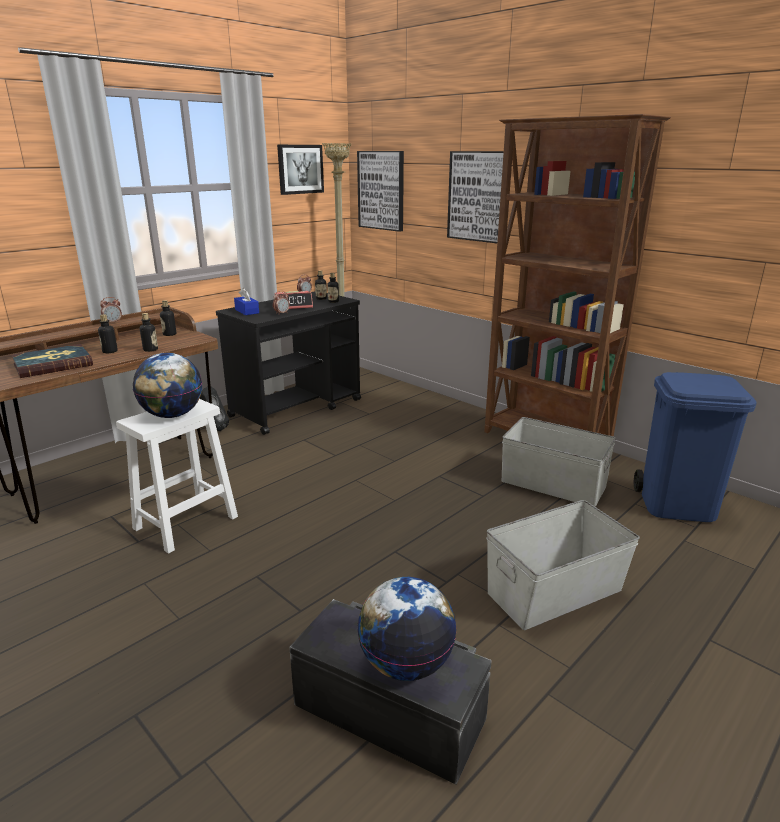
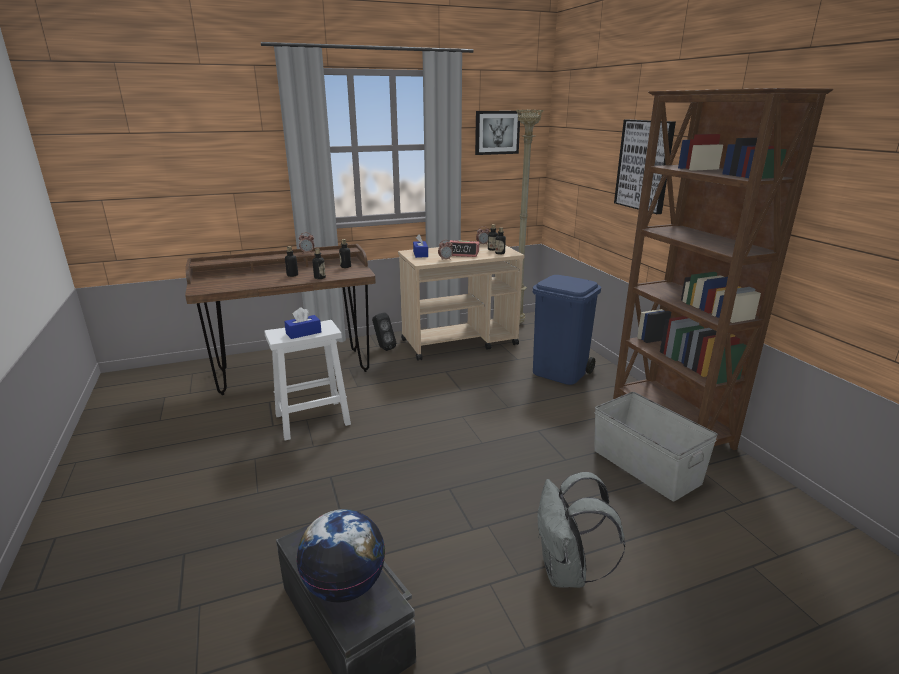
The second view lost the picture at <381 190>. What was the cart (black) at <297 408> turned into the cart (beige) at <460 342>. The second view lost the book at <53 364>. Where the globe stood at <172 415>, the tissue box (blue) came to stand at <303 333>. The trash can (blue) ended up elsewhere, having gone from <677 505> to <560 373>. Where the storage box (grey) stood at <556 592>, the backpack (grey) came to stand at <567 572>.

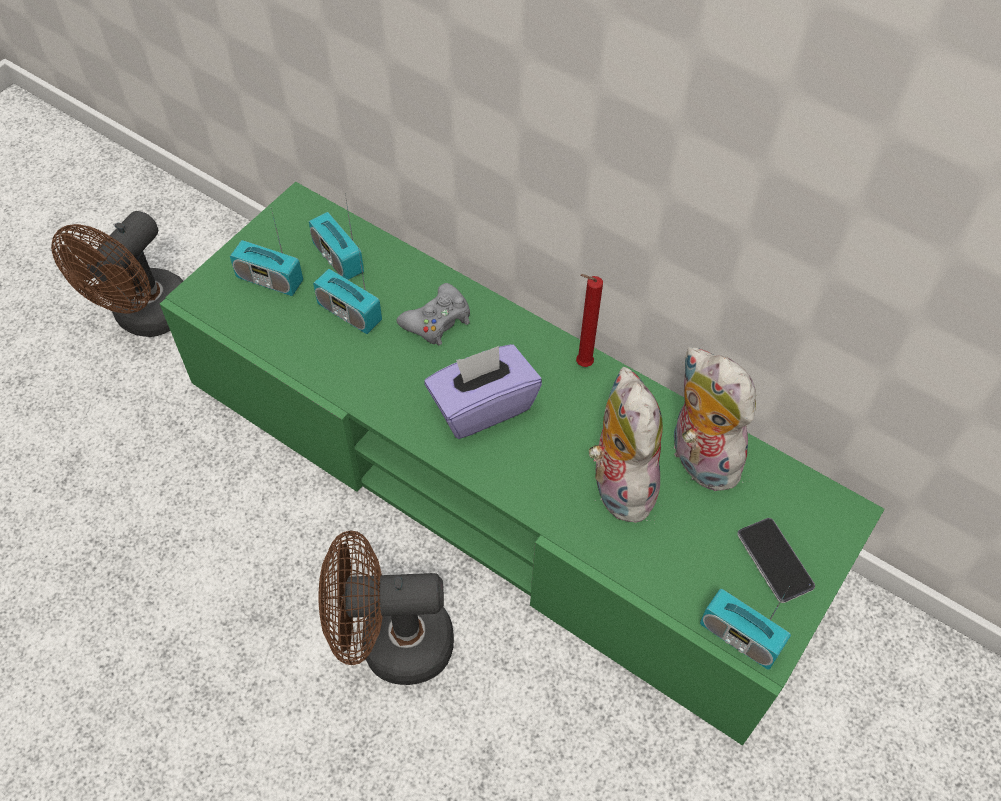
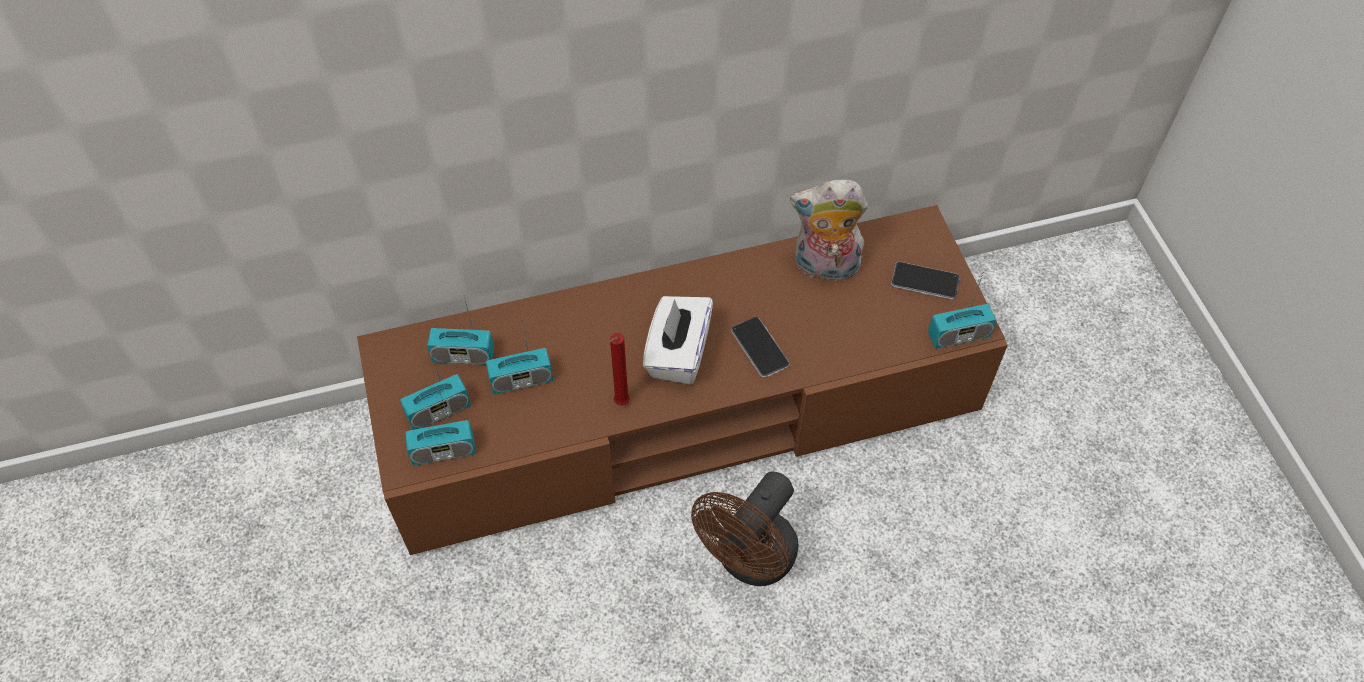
What was the tv stand (green) at <499 478> turned into the tv stand (brown) at <682 409>. The second view lost the fan (brown) at <145 318>. The candle (red) ended up elsewhere, having gone from <581 364> to <620 404>. The second view lost the game controller (grey) at <437 321>. What was the tissue box (purple) at <482 406> turned into the tissue box (white) at <677 354>. The second view lost the plush toy at <618 484>. The second view gained the phone at <760 347>. The second view gained the radio at <443 451>.

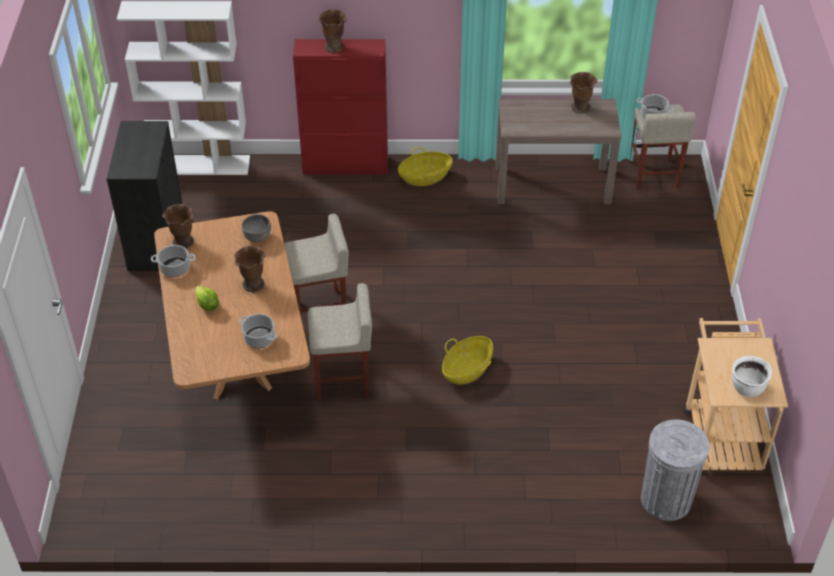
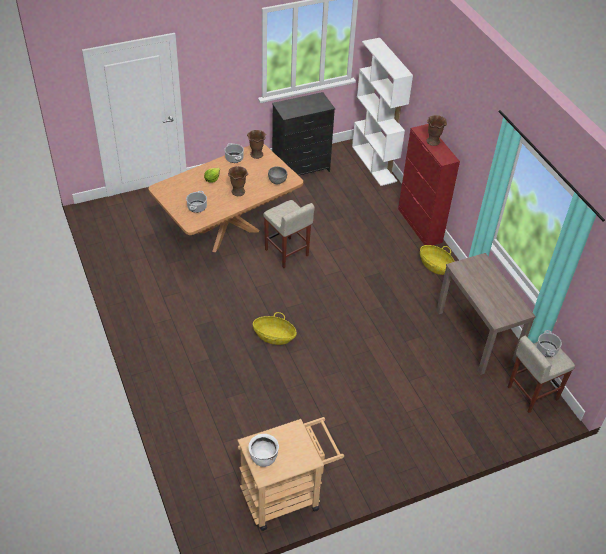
The second view lost the vase (brown) at <580 107>. The second view lost the stool (beige) at <343 379>. The second view lost the trash can (grey) at <665 499>.

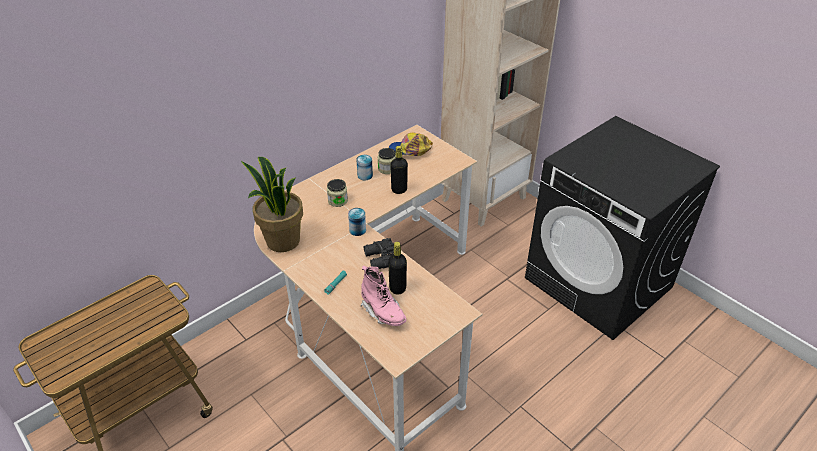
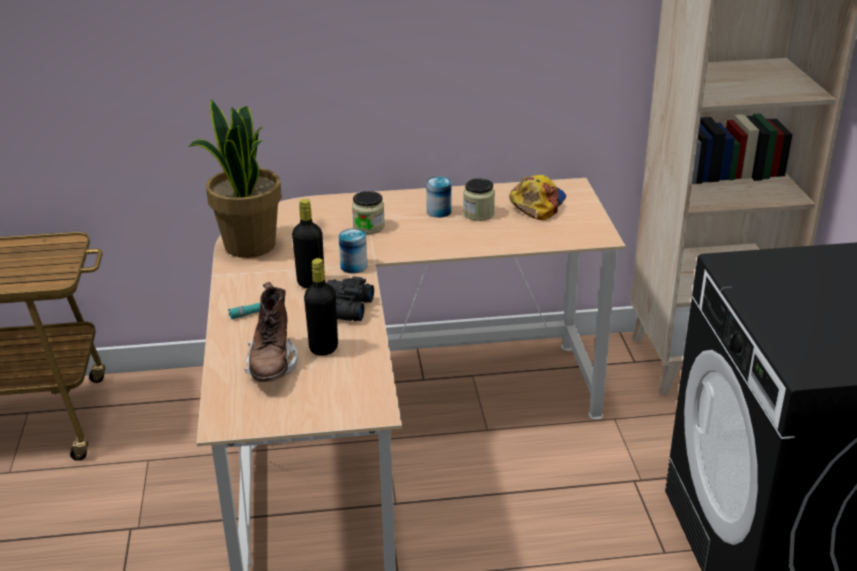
The cap at <409 150> ended up facing another way, 75 degrees clockwise from before. The bottle (black) ended up elsewhere, having gone from <399 190> to <311 283>. What was the boot (pink) at <383 312> turned into the boot (brown) at <272 365>.

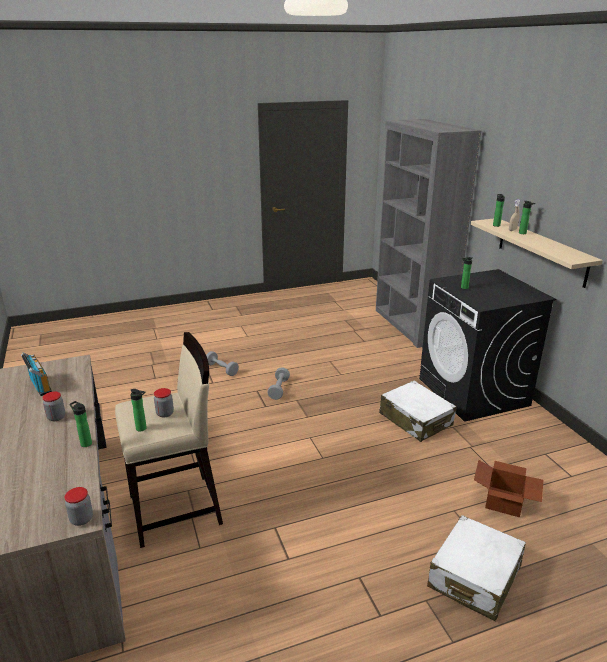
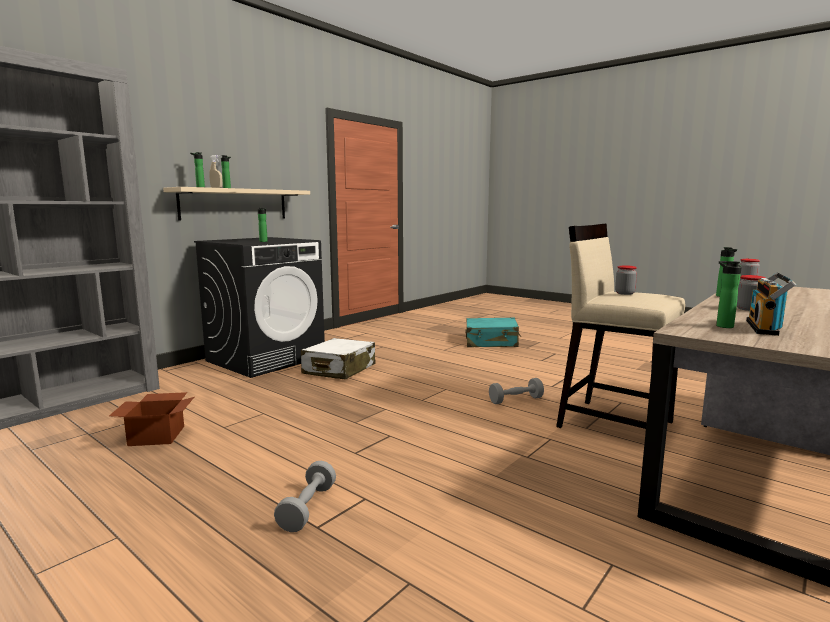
The dumbbell (grey) ended up elsewhere, having gone from <279 389> to <516 400>. The bottle ended up elsewhere, having gone from <142 429> to <723 326>. The cardboard box ended up elsewhere, having gone from <505 502> to <158 435>. What was the suitcase (white) at <474 577> turned into the suitcase (turquoise) at <491 342>.

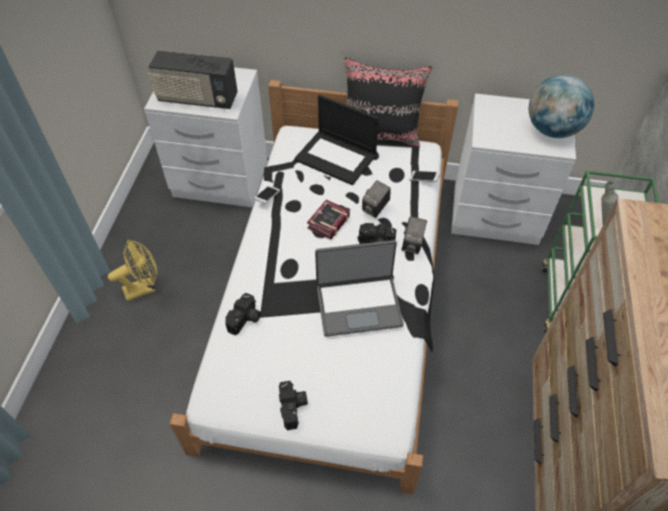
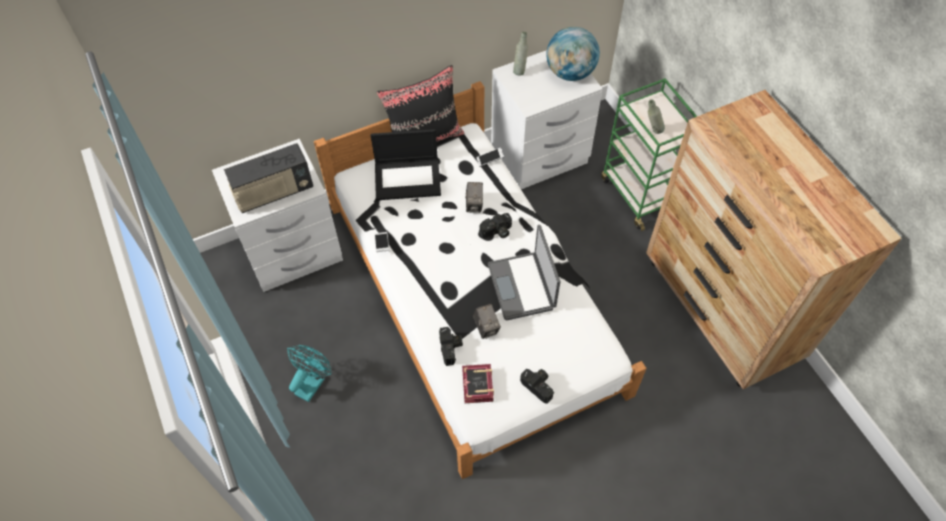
The book ended up elsewhere, having gone from <326 223> to <476 387>. The photo camera ended up elsewhere, having gone from <412 244> to <486 327>. What was the fan (yellow) at <144 288> turned into the fan (turquoise) at <312 382>. The laptop at <358 305> ended up facing another way, 120 degrees clockwise from before. The second view gained the bottle (grey) at <520 70>.

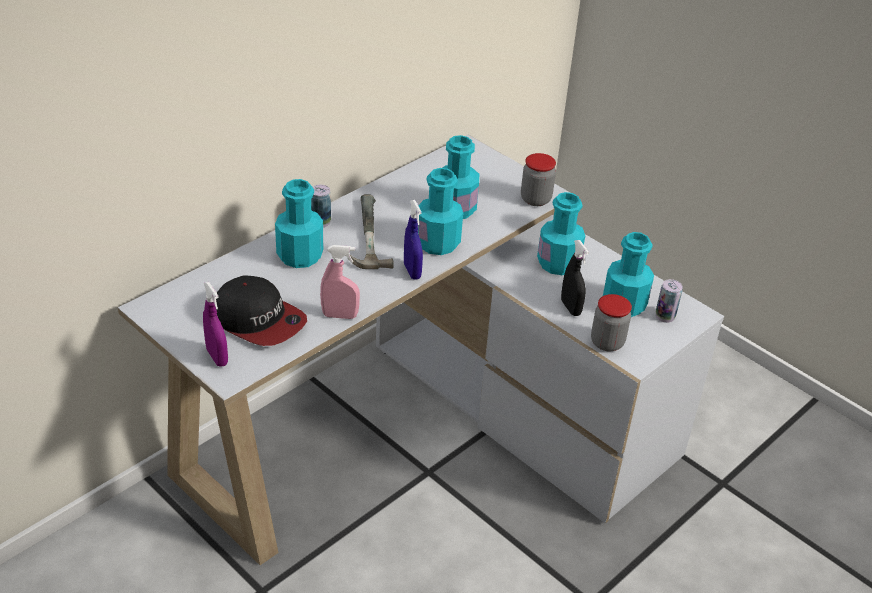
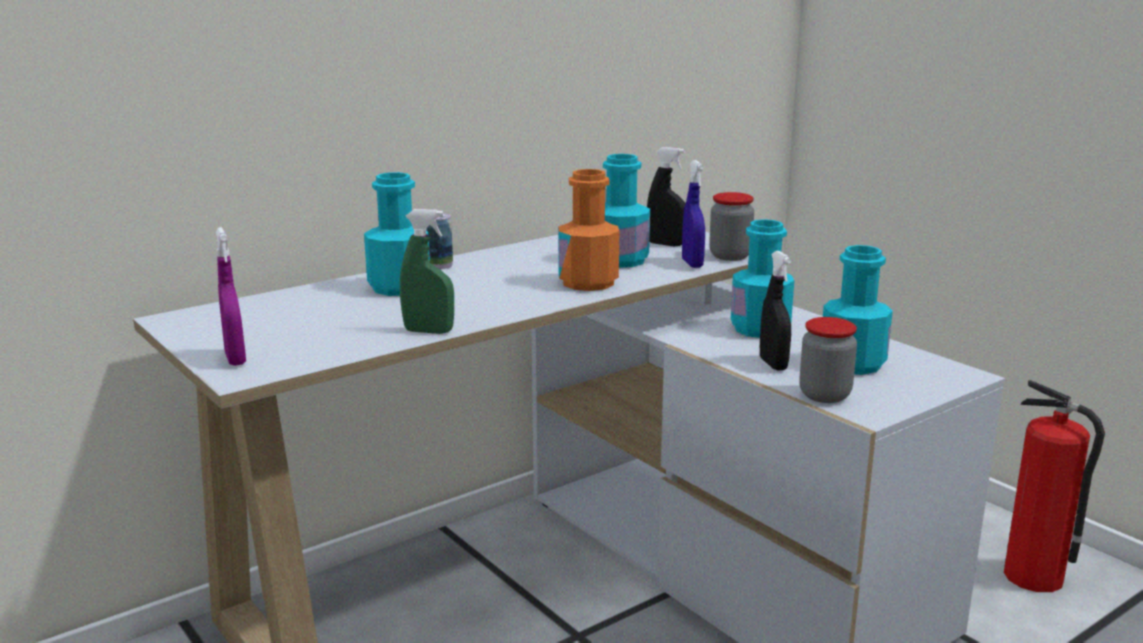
What was the bottle (turquoise) at <437 243> turned into the bottle (orange) at <588 282>. The second view lost the hammer at <363 235>. The spray bottle (blue) ended up elsewhere, having gone from <412 271> to <692 264>. What was the spray bottle (pink) at <340 315> turned into the spray bottle (green) at <428 331>. The second view lost the cap at <258 320>. The second view lost the can at <665 316>. The second view gained the spray bottle (black) at <666 244>. The second view gained the fire extinguisher at <1035 577>.

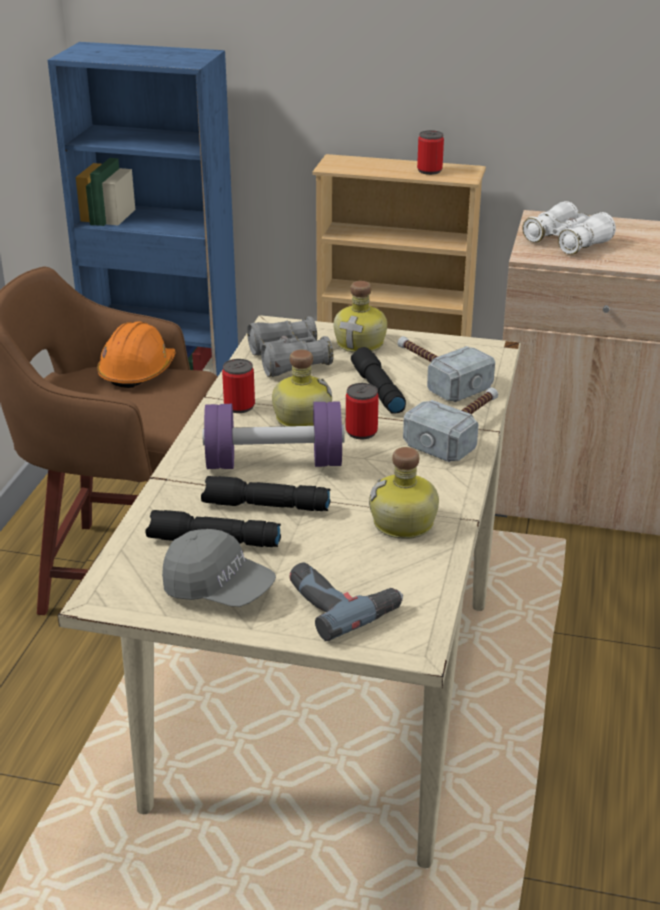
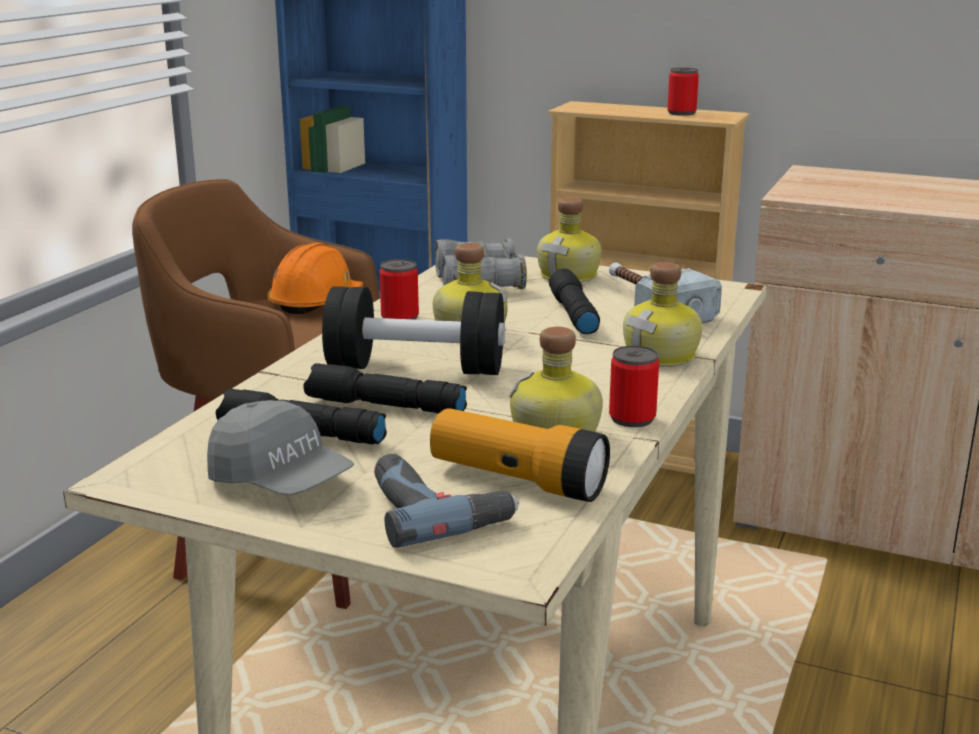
The second view lost the binoculars (white) at <567 242>. The can ended up elsewhere, having gone from <361 432> to <632 418>. Where the hammer stood at <460 432>, the bottle came to stand at <663 356>. What was the dumbbell (purple) at <274 462> turned into the dumbbell (black) at <416 368>. The second view gained the flashlight at <517 480>.

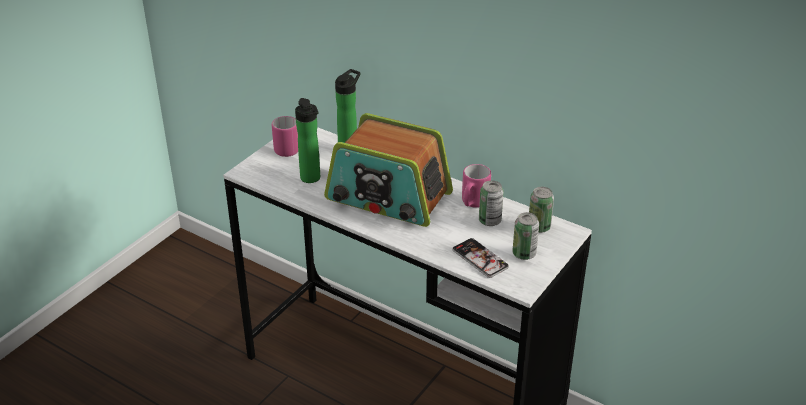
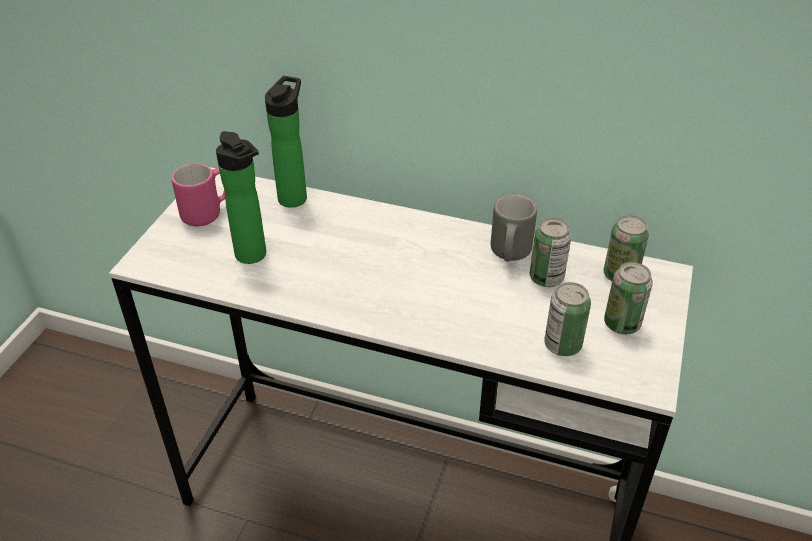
The second view lost the radio at <388 197>. What was the mug (pink) at <473 203> turned into the mug (grey) at <509 254>. Where the phone stood at <480 258>, the can came to stand at <562 345>.

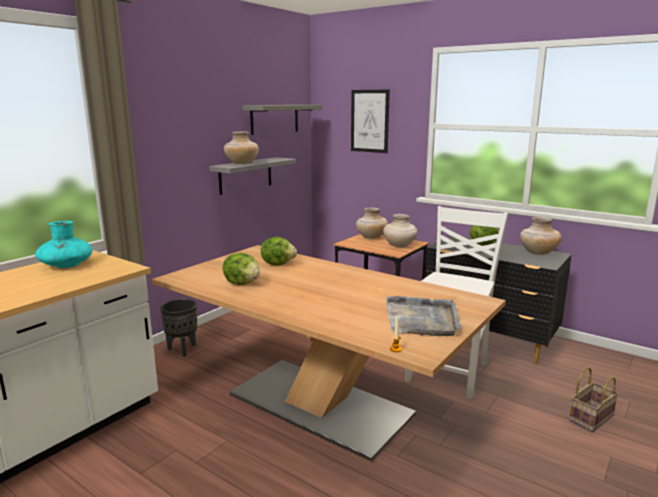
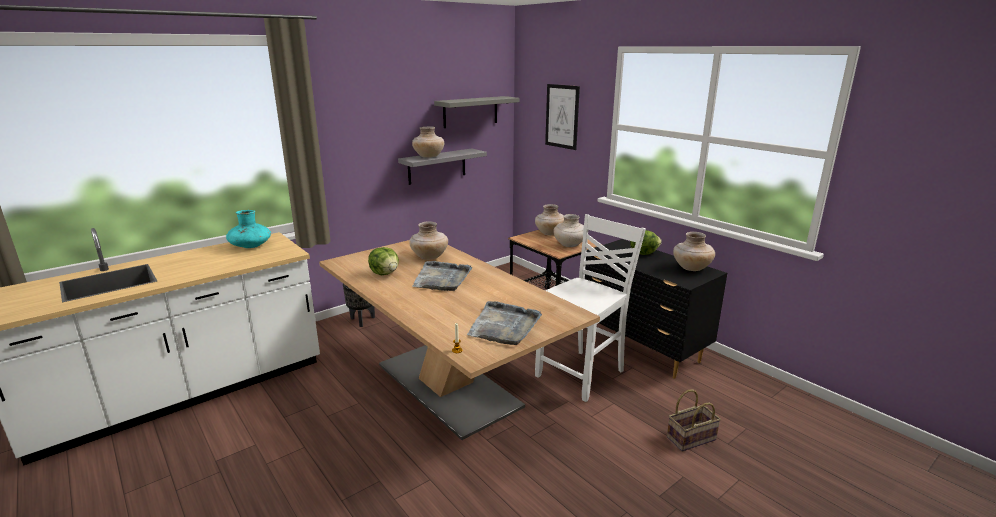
Where the lettuce stood at <278 264>, the vase (beige) came to stand at <429 257>. The second view gained the tray (grey) at <442 278>.

